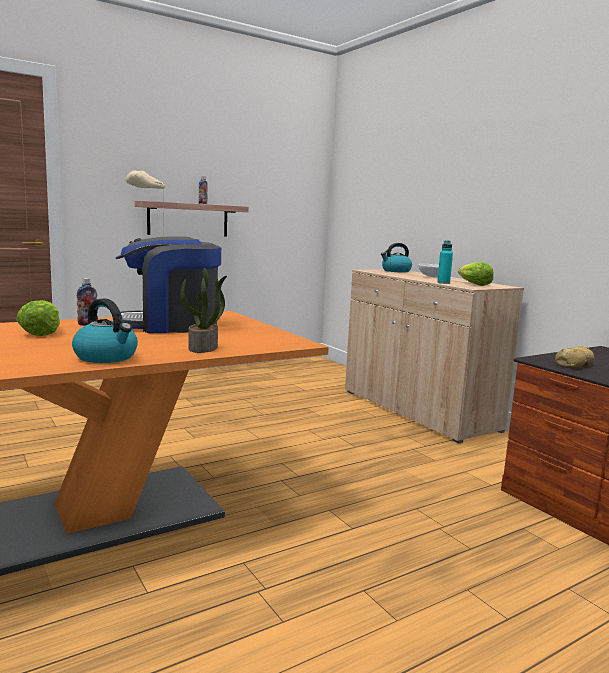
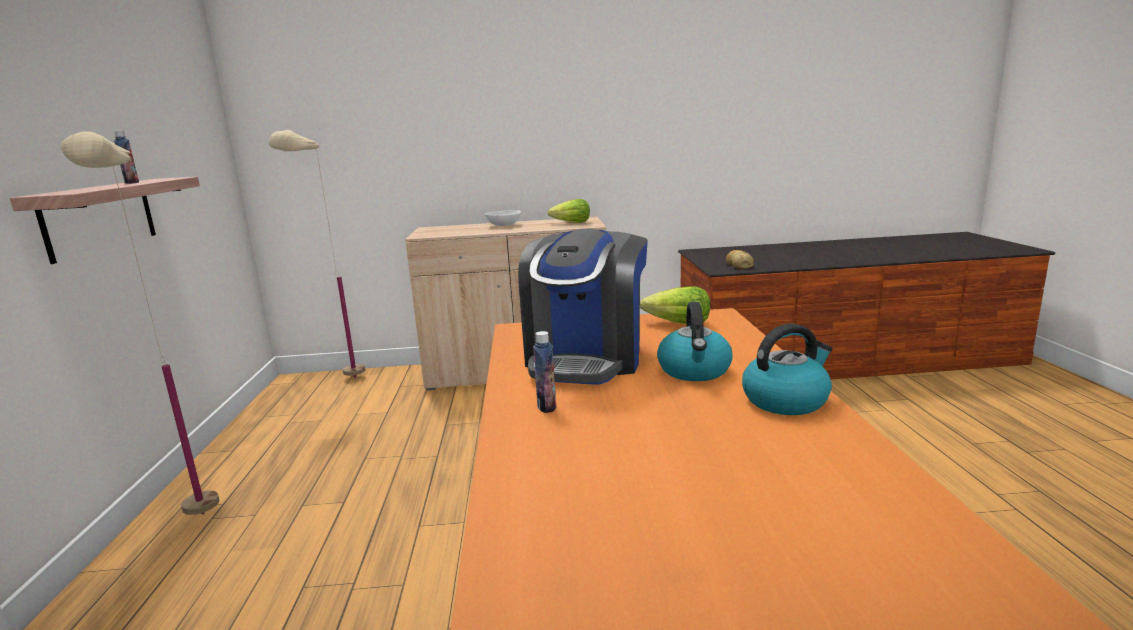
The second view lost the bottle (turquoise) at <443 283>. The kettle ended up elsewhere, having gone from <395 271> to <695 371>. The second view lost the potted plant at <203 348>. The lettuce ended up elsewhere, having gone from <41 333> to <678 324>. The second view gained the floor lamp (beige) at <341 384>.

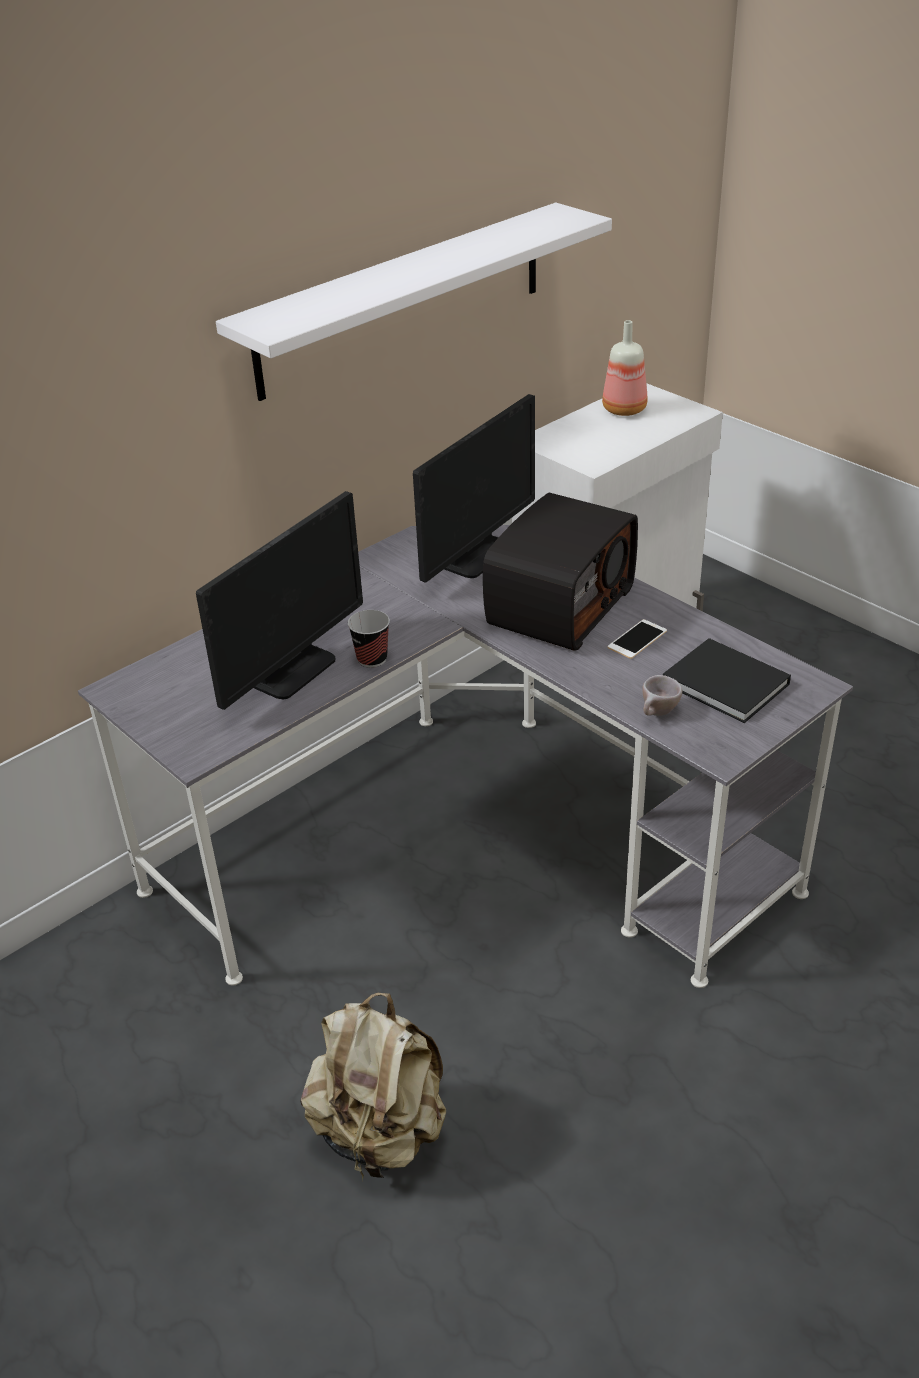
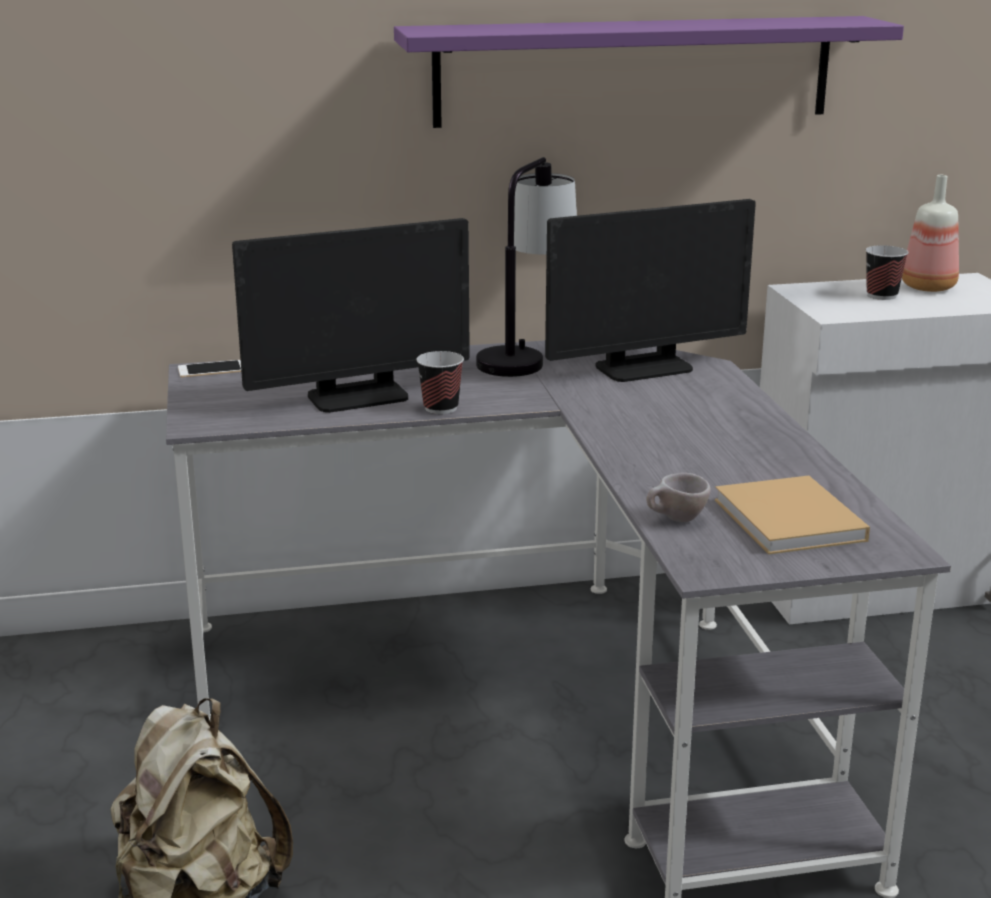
What was the shelf (white) at <403 299> turned into the shelf (purple) at <634 71>. The second view lost the radio at <558 606>. The phone ended up elsewhere, having gone from <637 639> to <212 369>. What was the book (black) at <728 685> turned into the book (beige) at <791 522>. The second view gained the table lamp at <525 356>. The second view gained the cup at <882 295>.

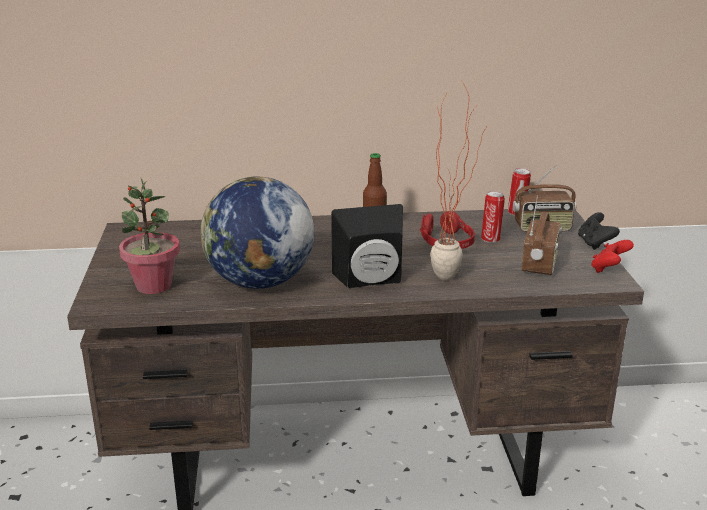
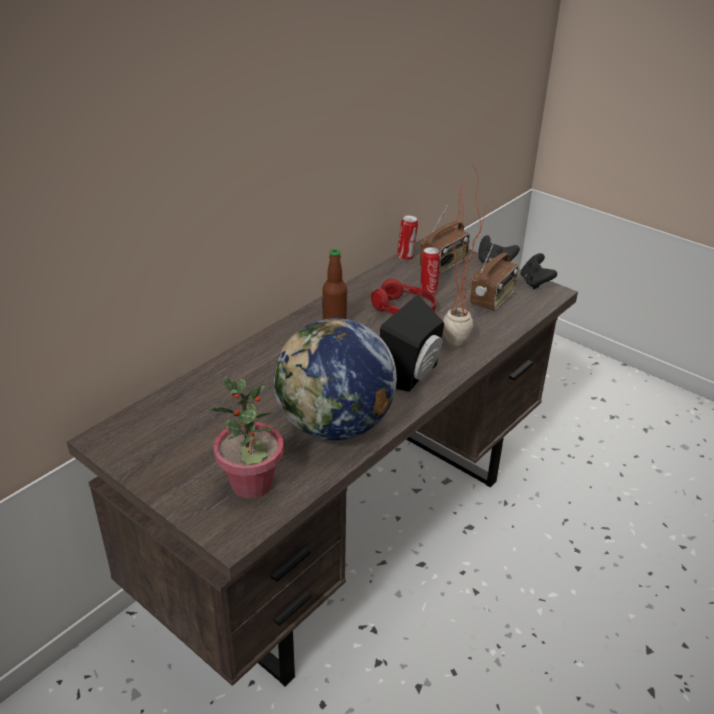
The radio at <540 264> ended up facing another way, 60 degrees clockwise from before. What was the game controller (red) at <608 269> turned into the game controller (black) at <535 283>.

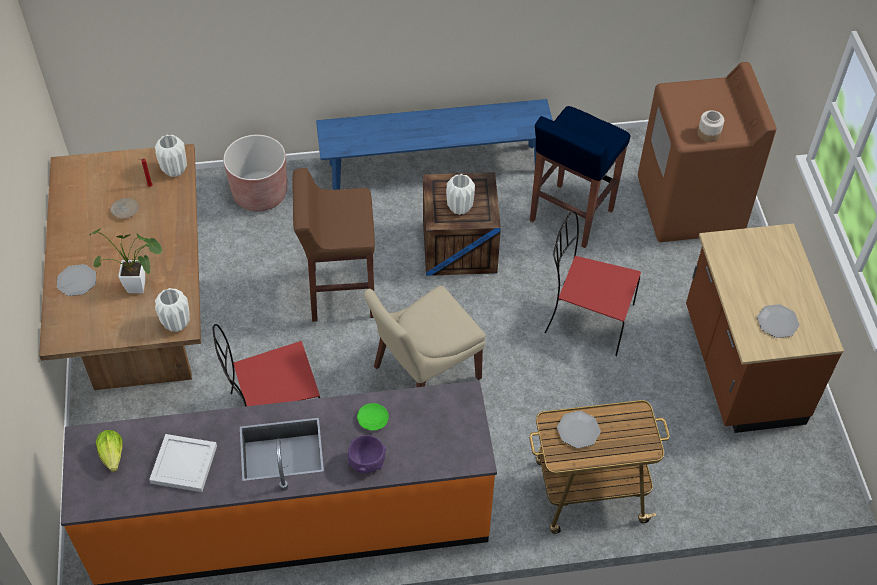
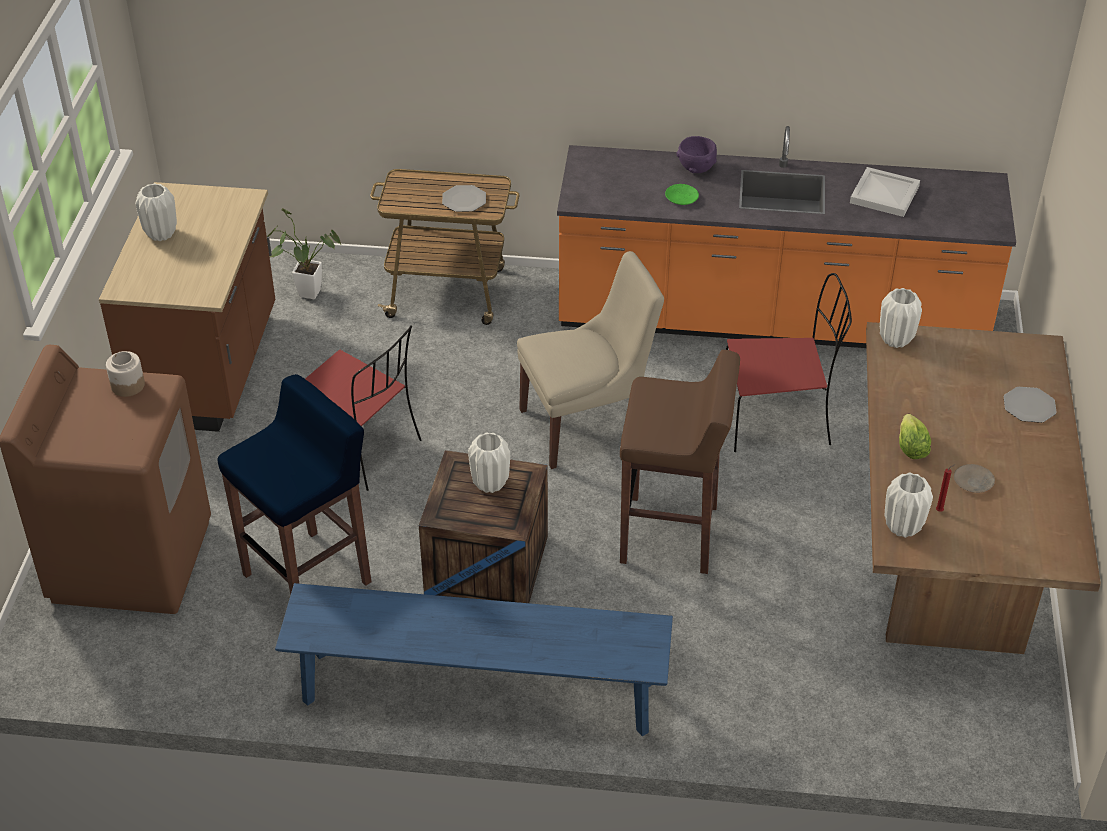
The second view lost the planter (brown) at <260 193>. The potted plant ended up elsewhere, having gone from <141 287> to <305 292>. The second view lost the plate at <777 322>. The lettuce ended up elsewhere, having gone from <112 455> to <911 448>. The second view gained the vase (white) at <161 234>.

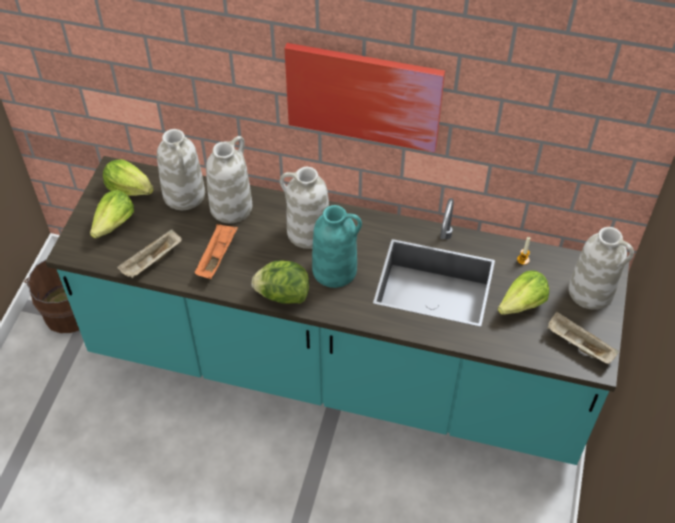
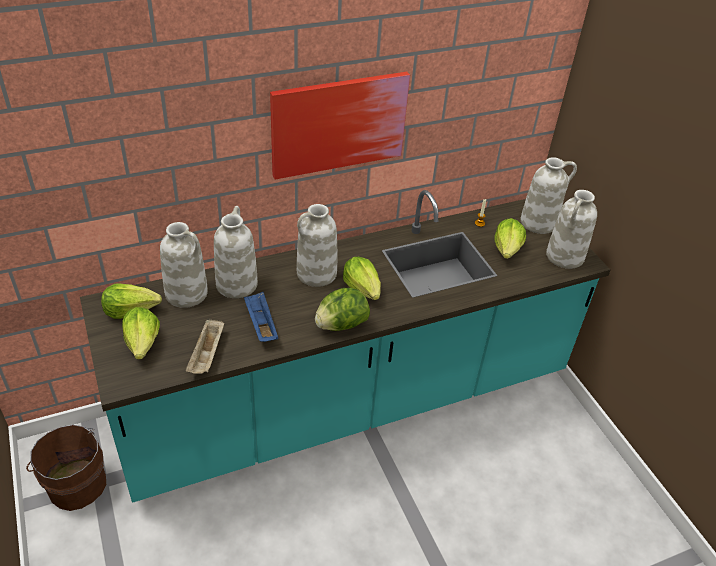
Where the vase (turquoise) stood at <335 270>, the lettuce came to stand at <363 289>. What was the tray (orange) at <217 257> turned into the tray (blue) at <261 324>. Where the tray (beige) stood at <578 345>, the vase (white) came to stand at <565 257>.

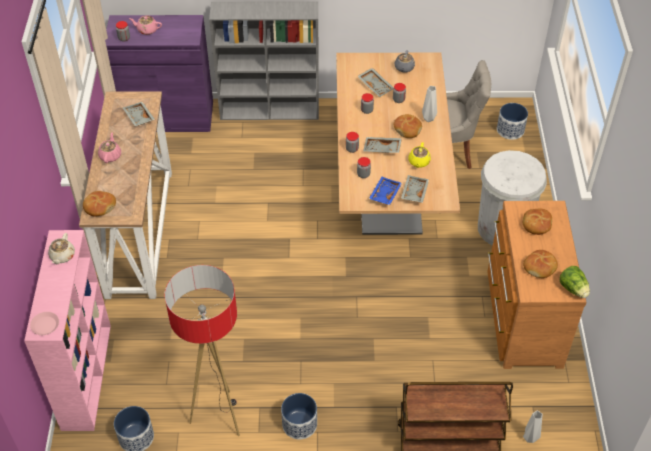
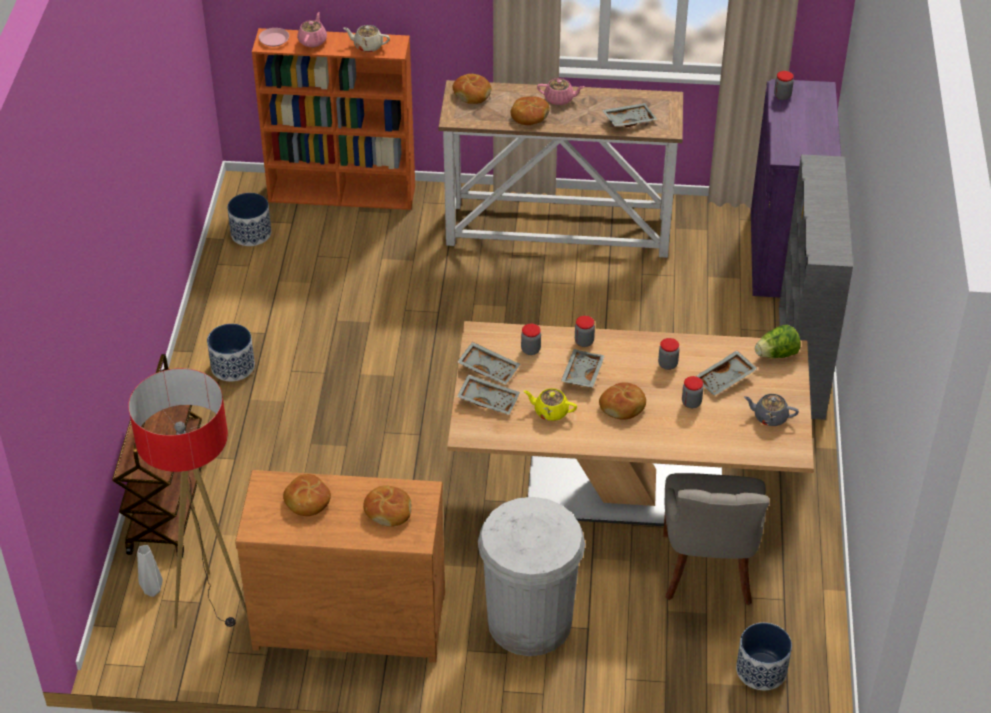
The teapot (pink) ended up elsewhere, having gone from <147 30> to <313 41>. The second view lost the vase (grey) at <428 118>. What was the tray (blue) at <384 194> turned into the tray (grey) at <489 368>. What was the bookcase (pink) at <86 375> turned into the bookcase (orange) at <343 193>. The floor lamp ended up elsewhere, having gone from <219 416> to <211 606>. The lettuce ended up elsewhere, having gone from <573 289> to <776 354>. The second view gained the bread at <529 116>.

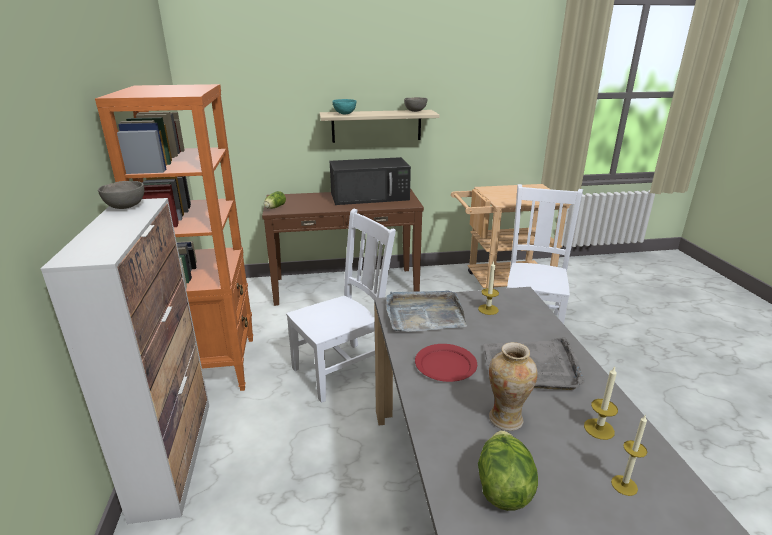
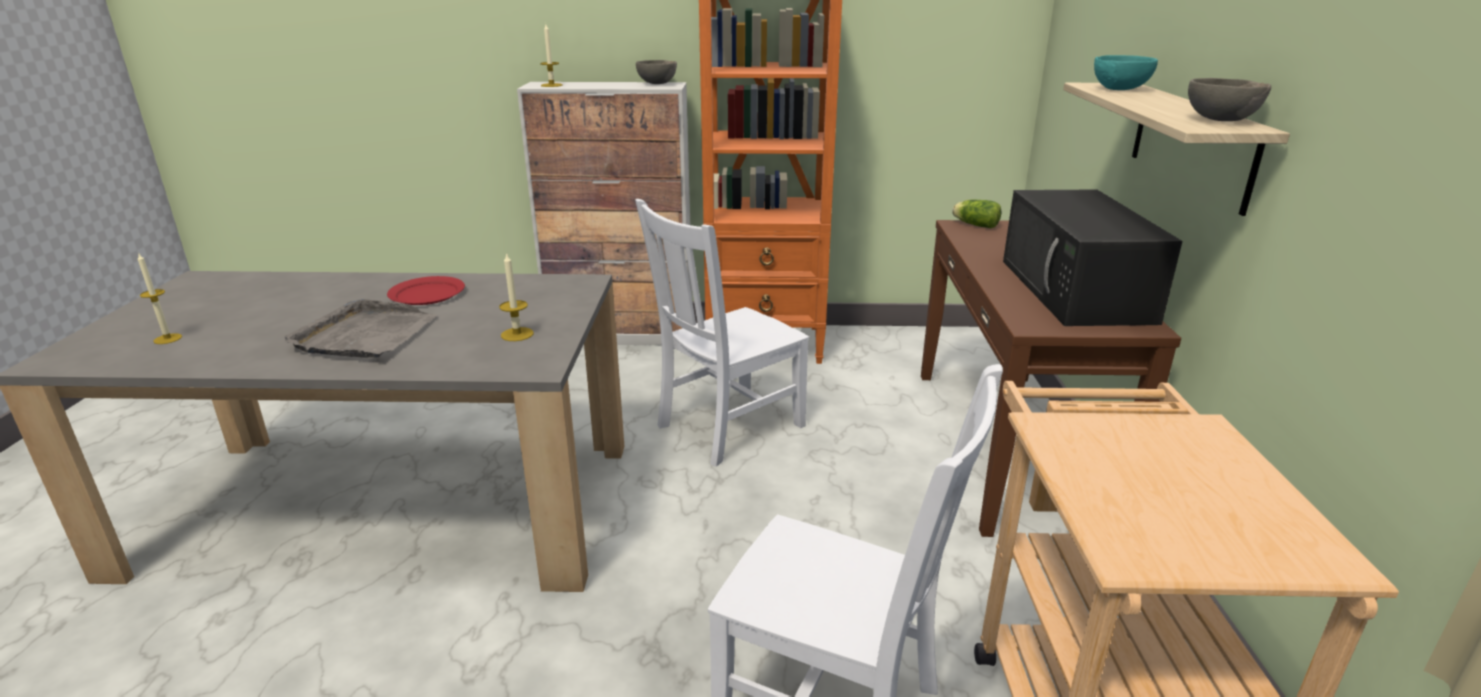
The chair (white) at <343 369> ended up facing another way, 75 degrees clockwise from before. The second view lost the tray (grey) at <424 314>. The second view lost the vase at <506 419>. The candle ended up elsewhere, having gone from <599 429> to <551 85>. The second view lost the lettuce at <503 487>.

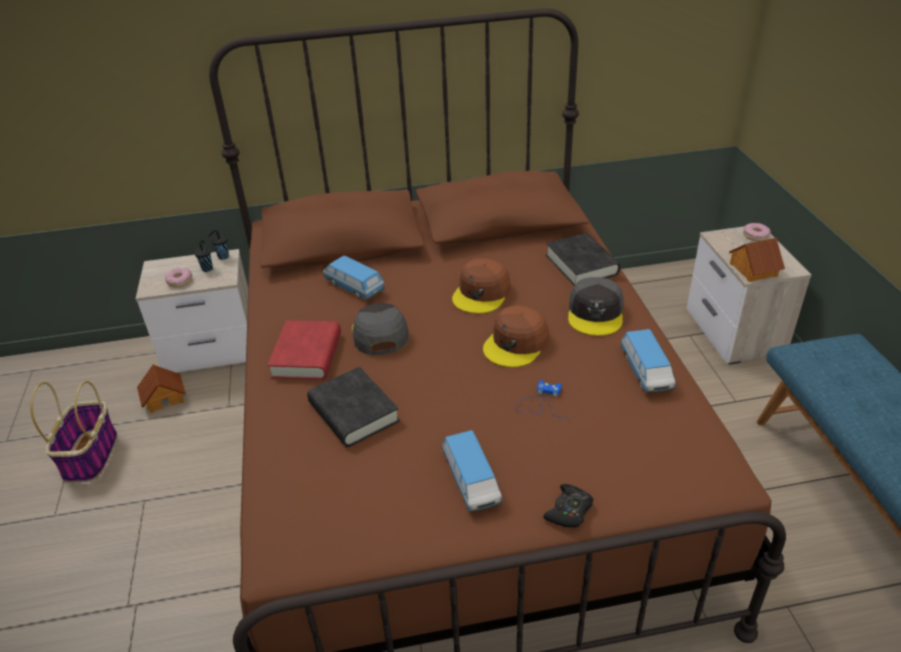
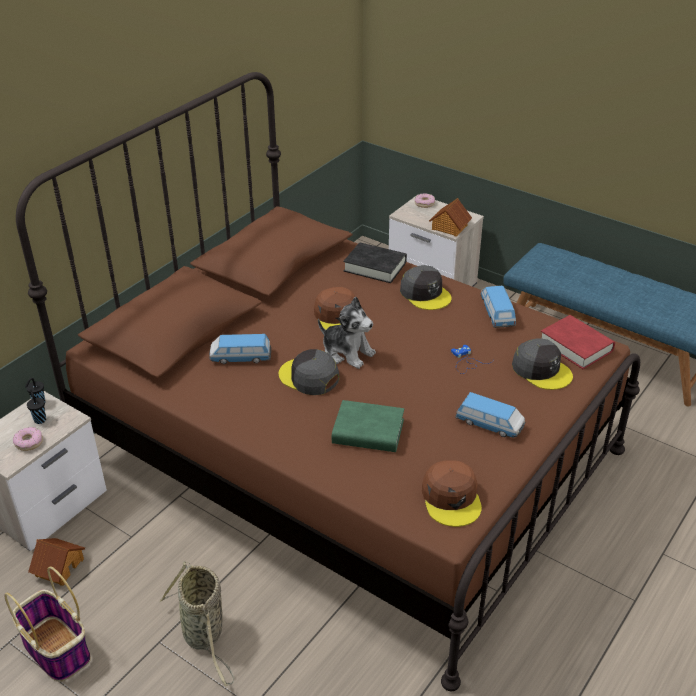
The cap (brown) ended up elsewhere, having gone from <516 343> to <451 498>. The book (red) ended up elsewhere, having gone from <307 355> to <576 346>. The toy car at <646 372> ended up facing another way, 135 degrees counterclockwise from before. What was the book (black) at <353 412> turned into the book (green) at <368 432>. The second view lost the game controller (black) at <569 511>. The second view gained the plush toy at <347 352>. The second view gained the cap (grey) at <541 370>. The second view gained the basket at <204 635>.

